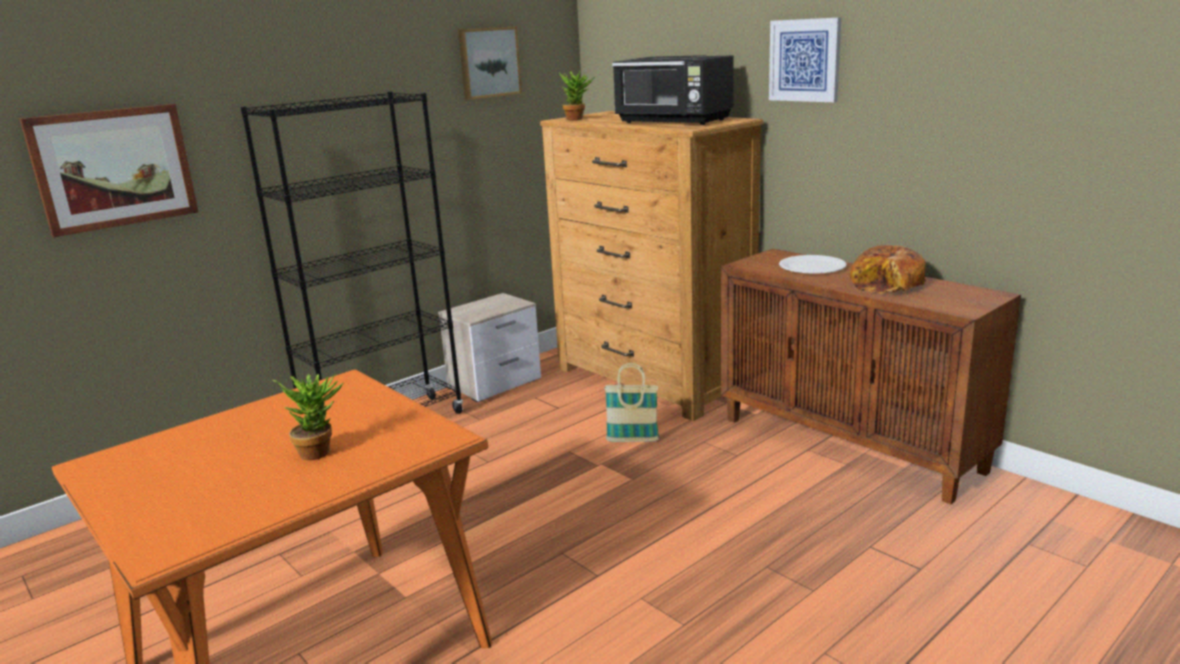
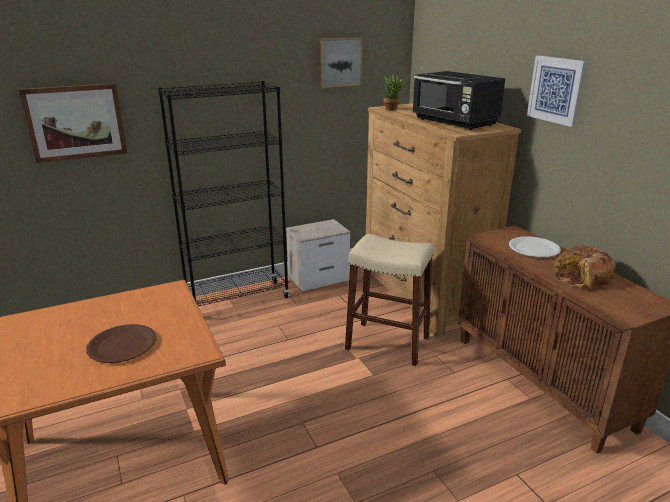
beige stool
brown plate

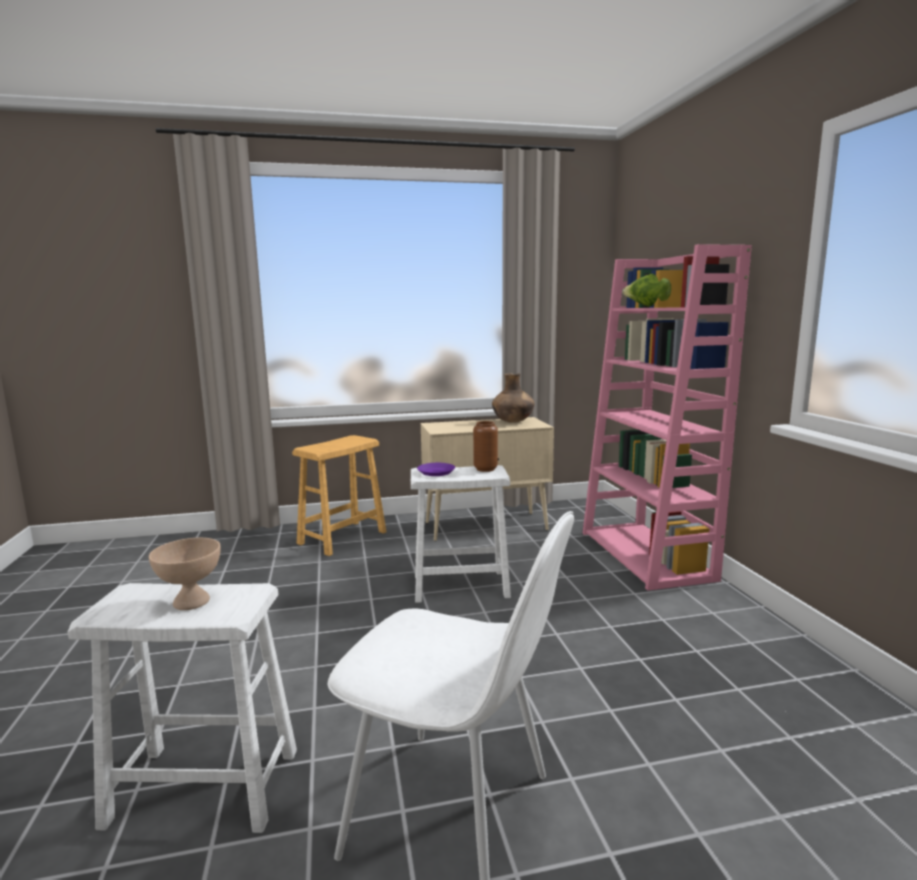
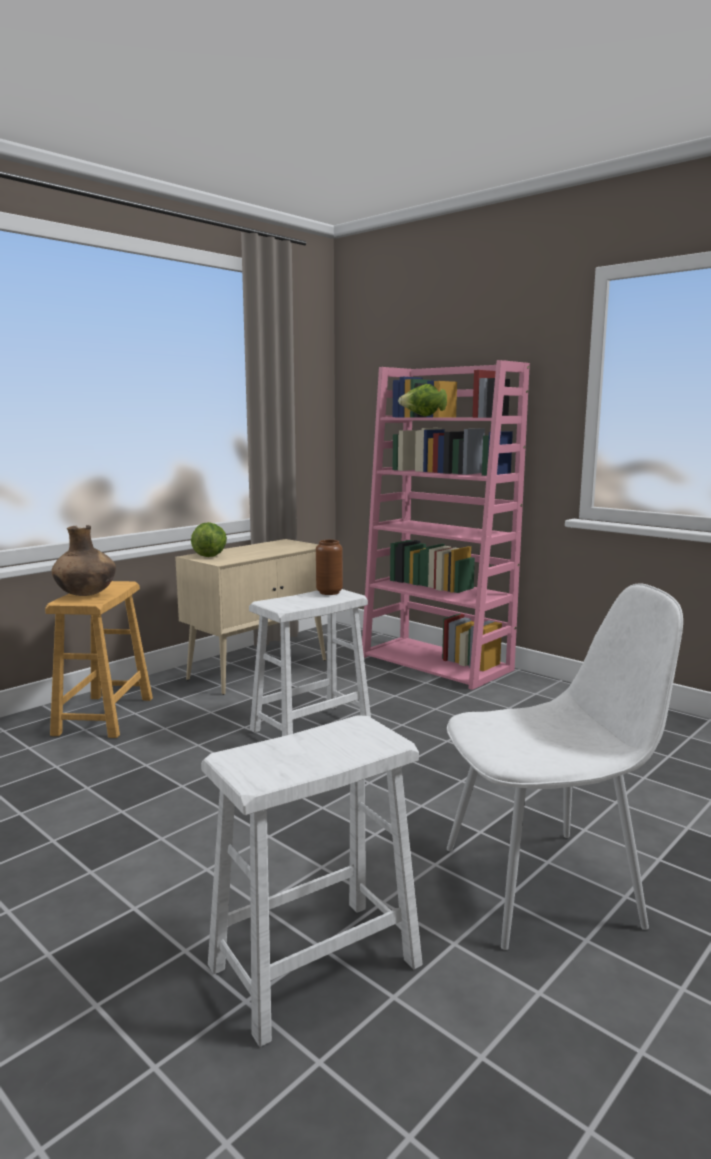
brown vase (1st from left)
purple plate
beige bowl
lettuce (1st from left)

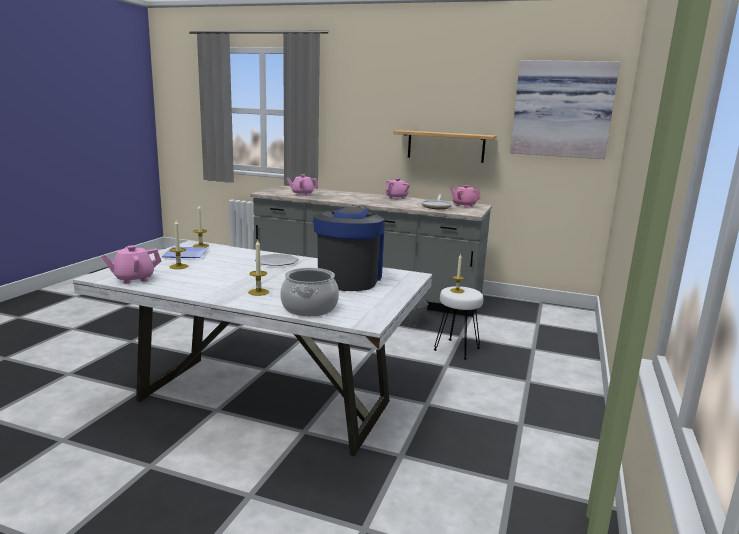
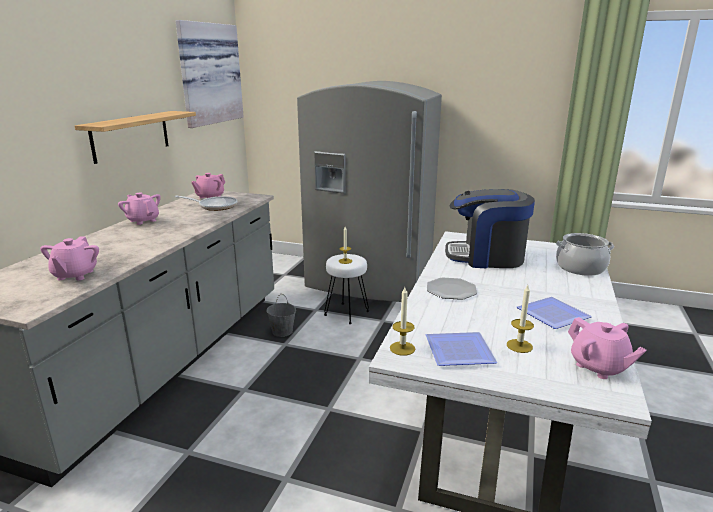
candle (3rd from left in the first image)
grey fridge
plate (3rd from left)

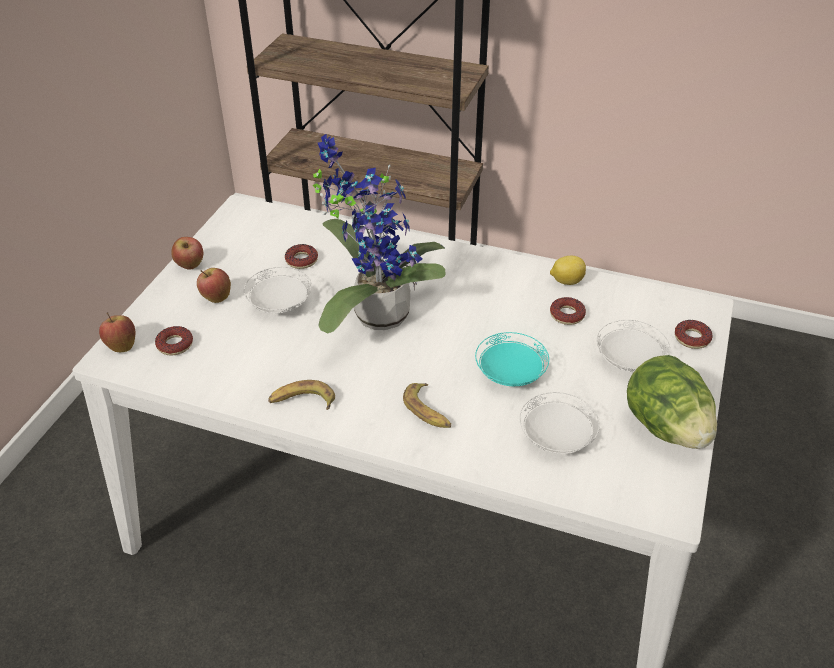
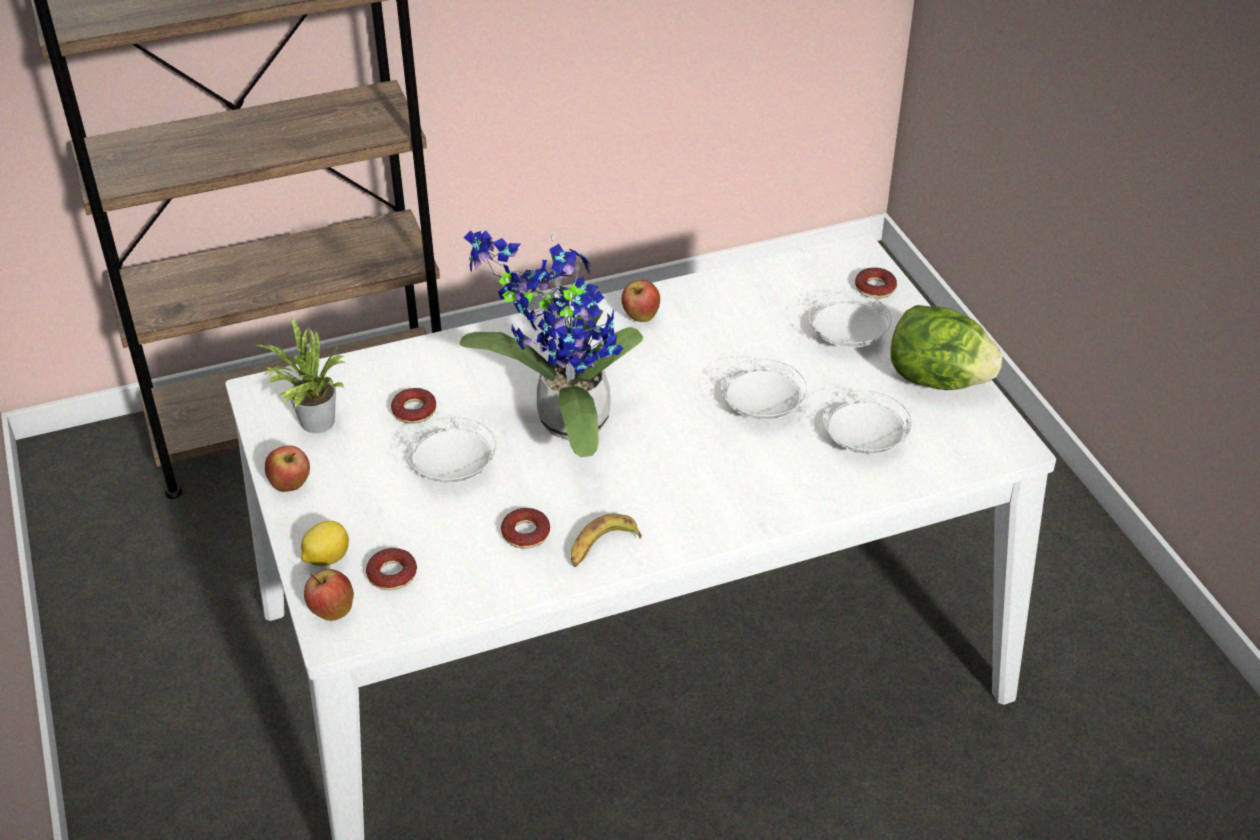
lemon
apple (3rd from left)
donut (3rd from left)
white plate (2nd from left)
banana (2nd from left in the first image)
potted plant (1st from left)

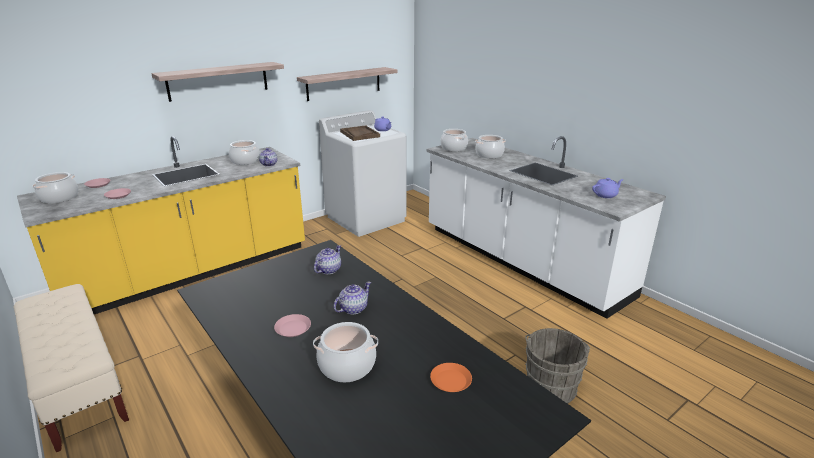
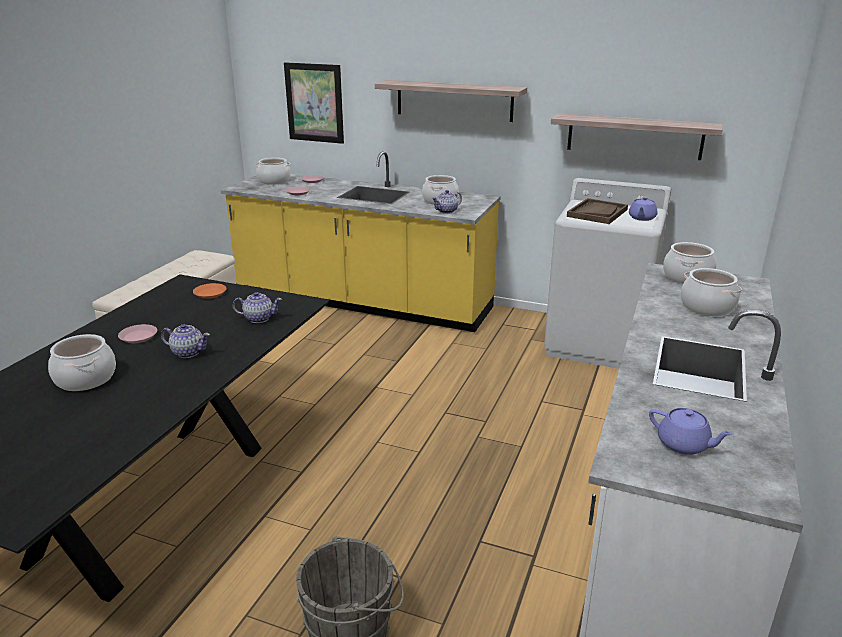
orange plate
picture

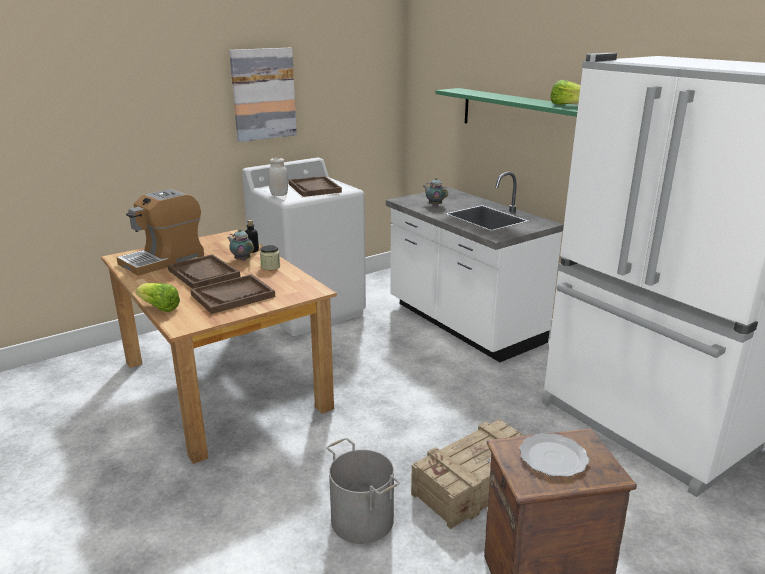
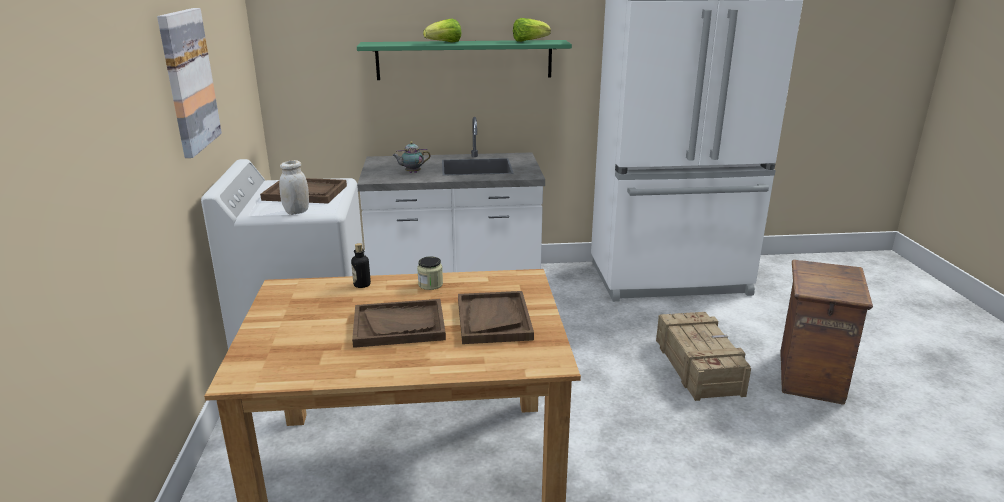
coffee machine
teapot (1st from left in the first image)
lettuce (1st from left)
plate
grey bucket

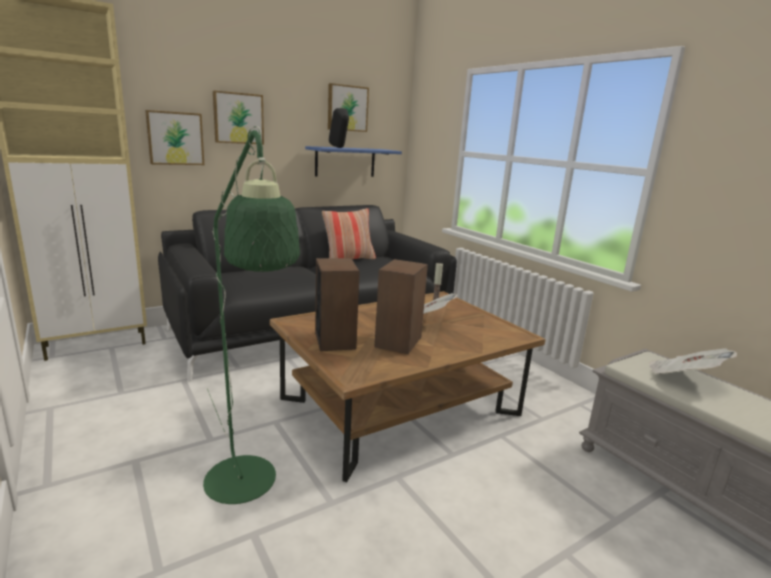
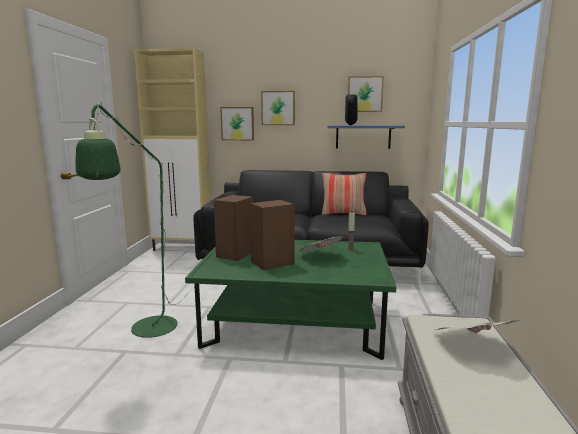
green coffee table

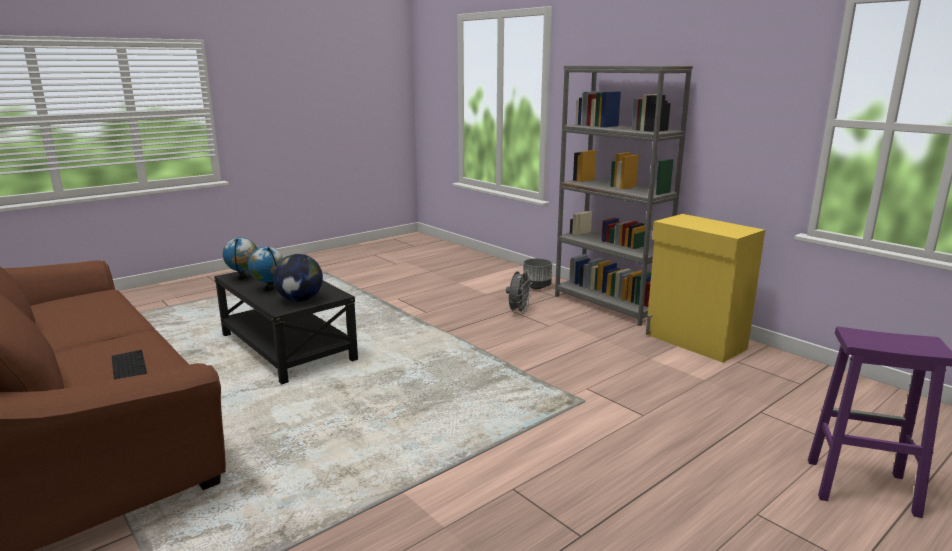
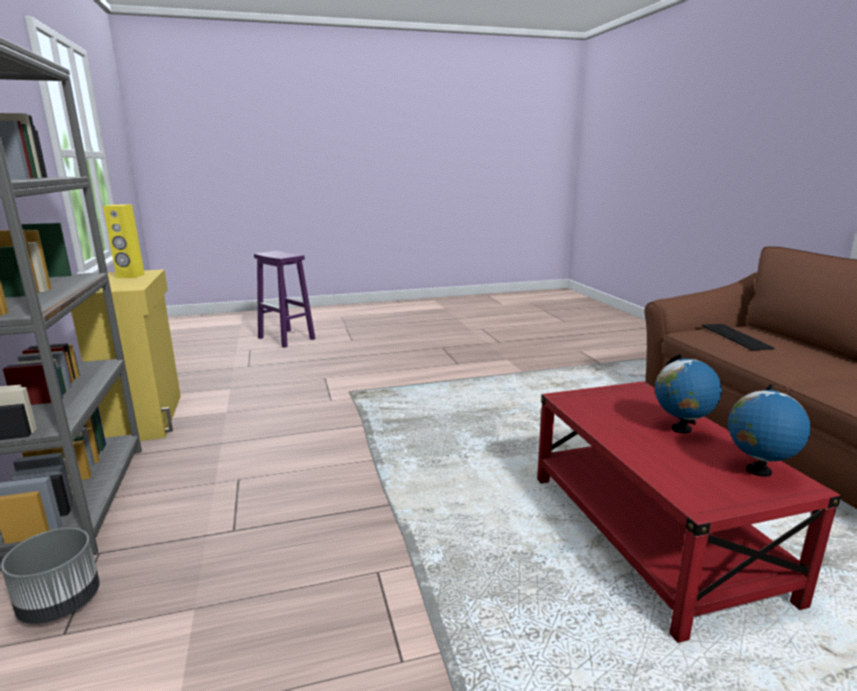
globe (3rd from left in the first image)
red coffee table
grey fan
yellow speaker

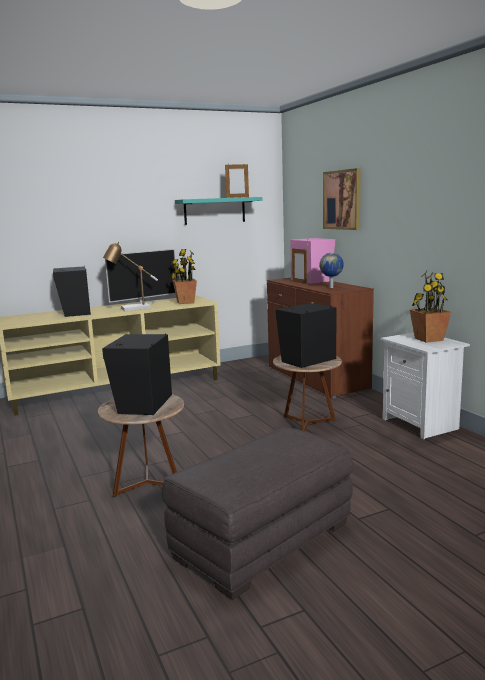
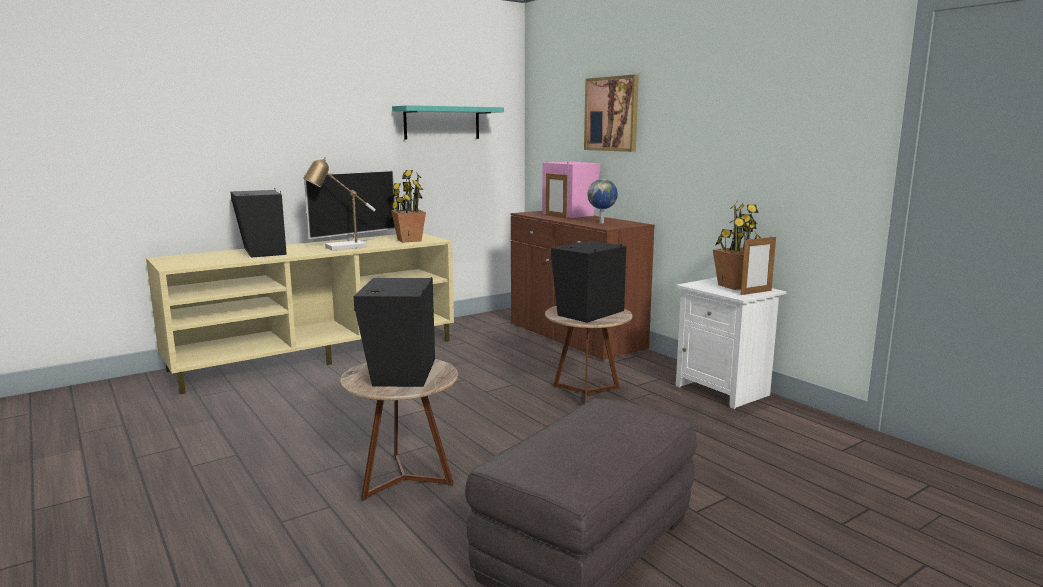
picture frame (2nd from left)

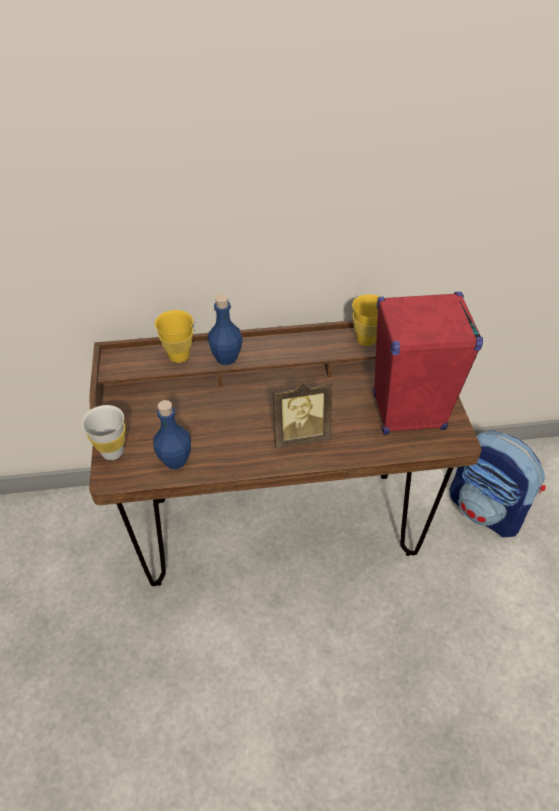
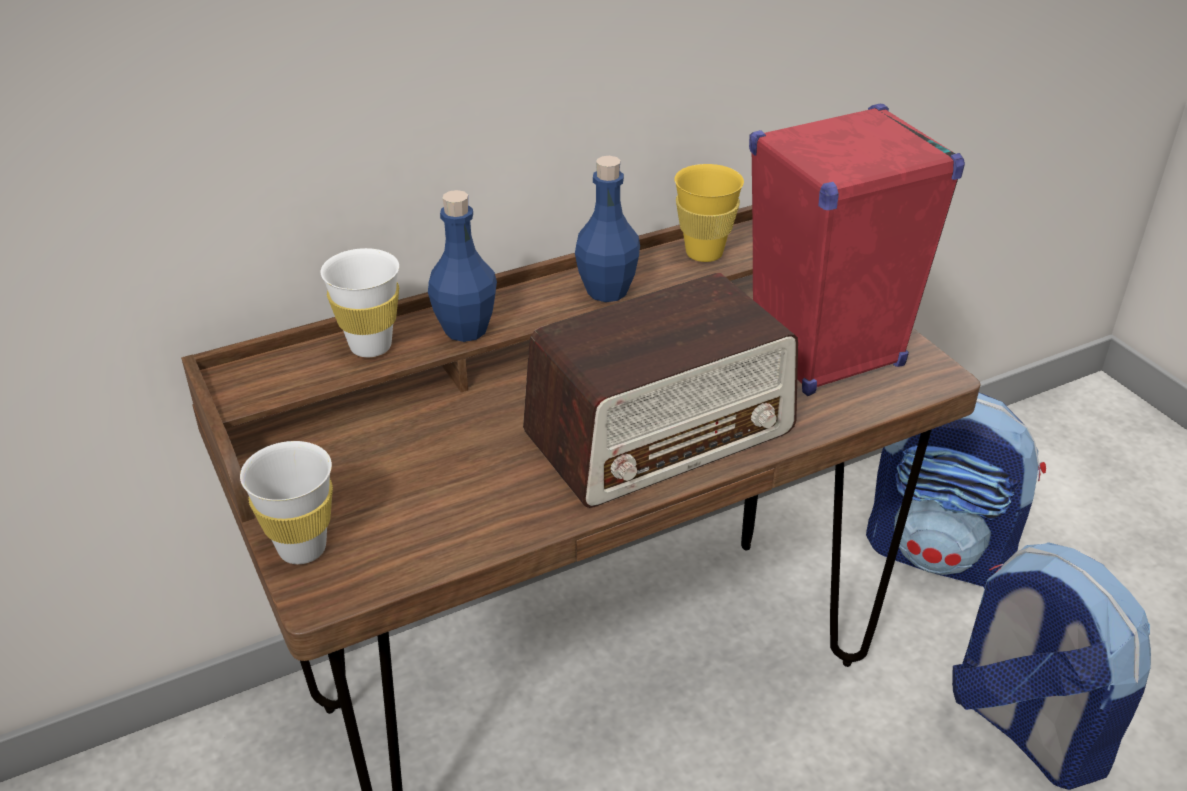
white cup (2nd from left)
radio
blue bottle (2nd from left)
backpack (2nd from left)

